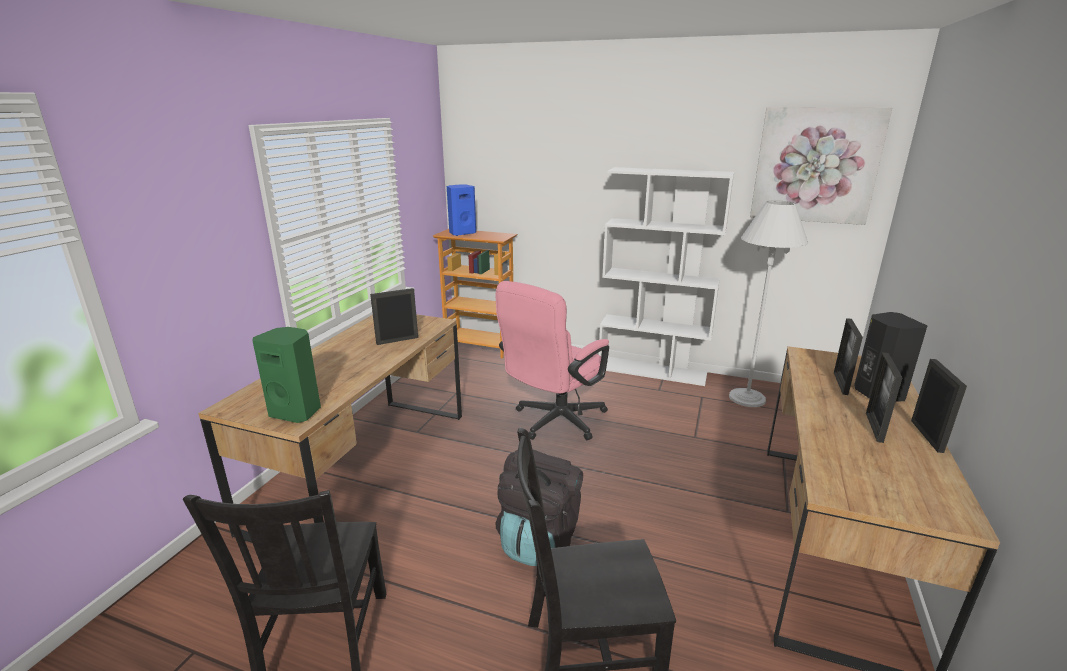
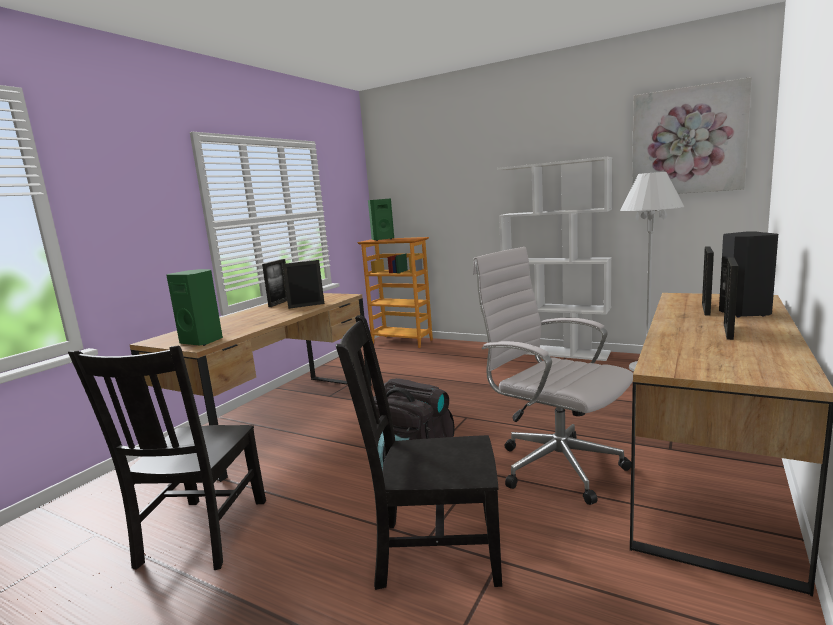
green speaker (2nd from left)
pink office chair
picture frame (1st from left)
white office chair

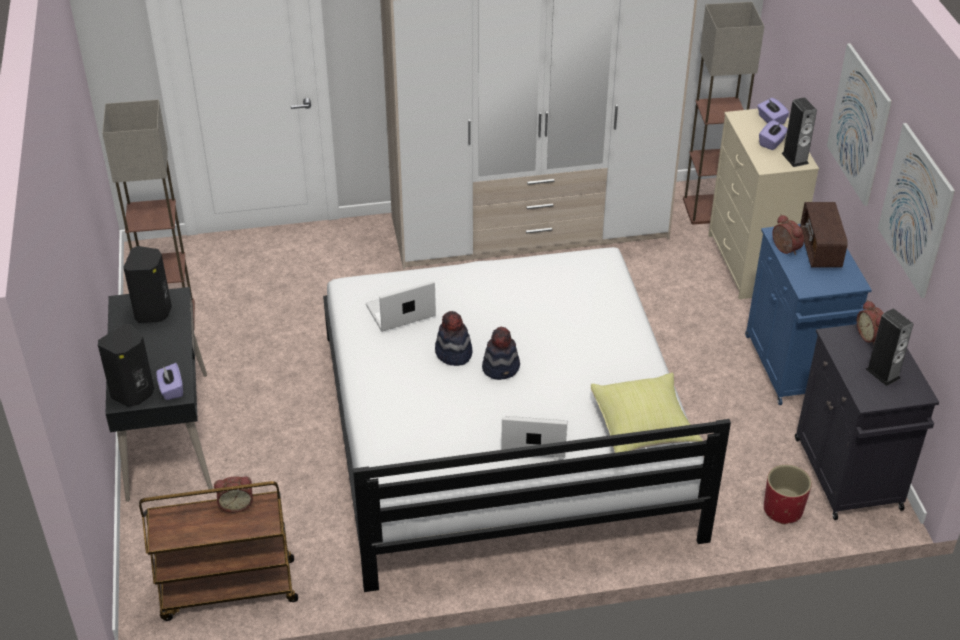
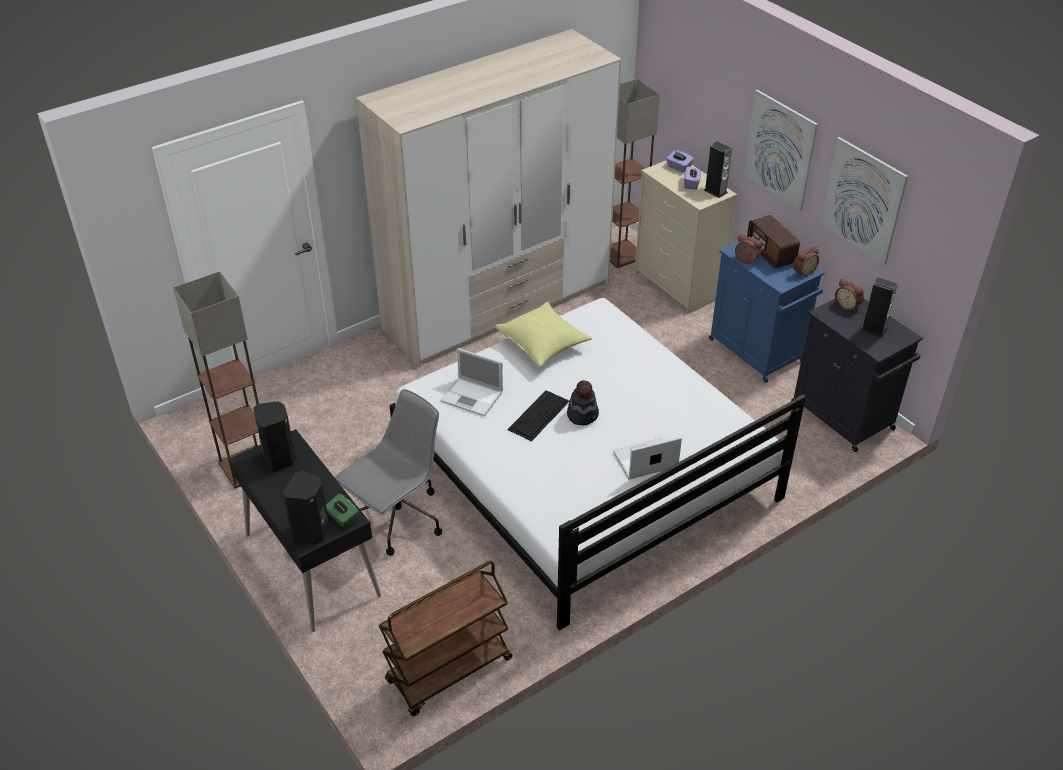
laptop (1st from left)
keyboard
green tissue box
yellow pillow
red planter
alarm clock (2nd from left)
grey office chair

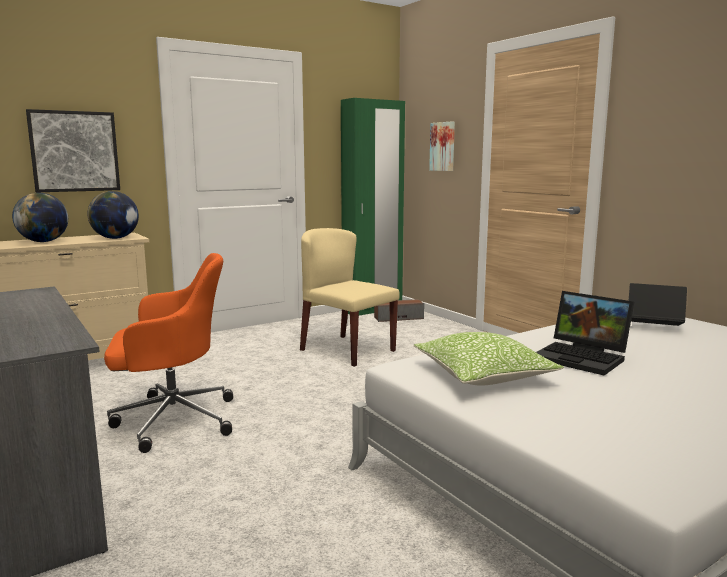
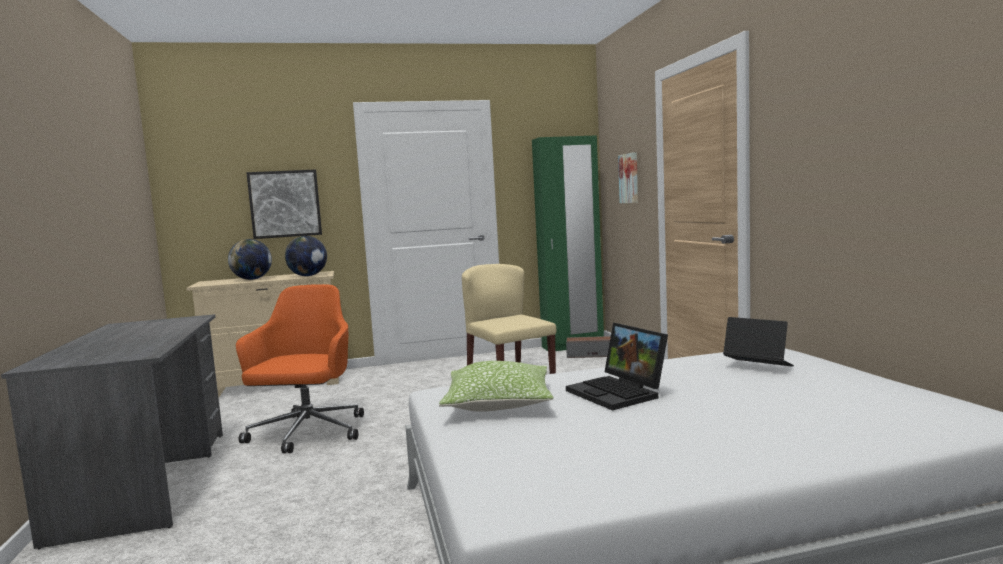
orange office chair

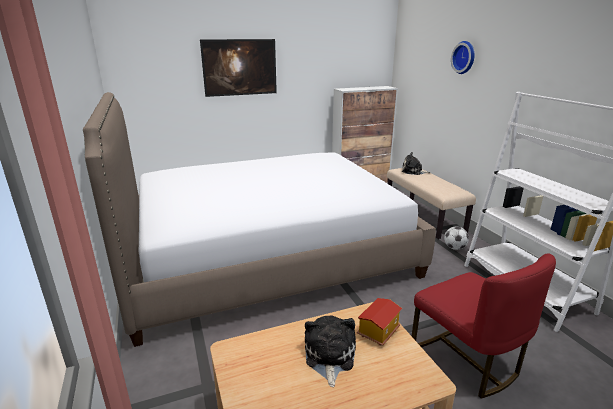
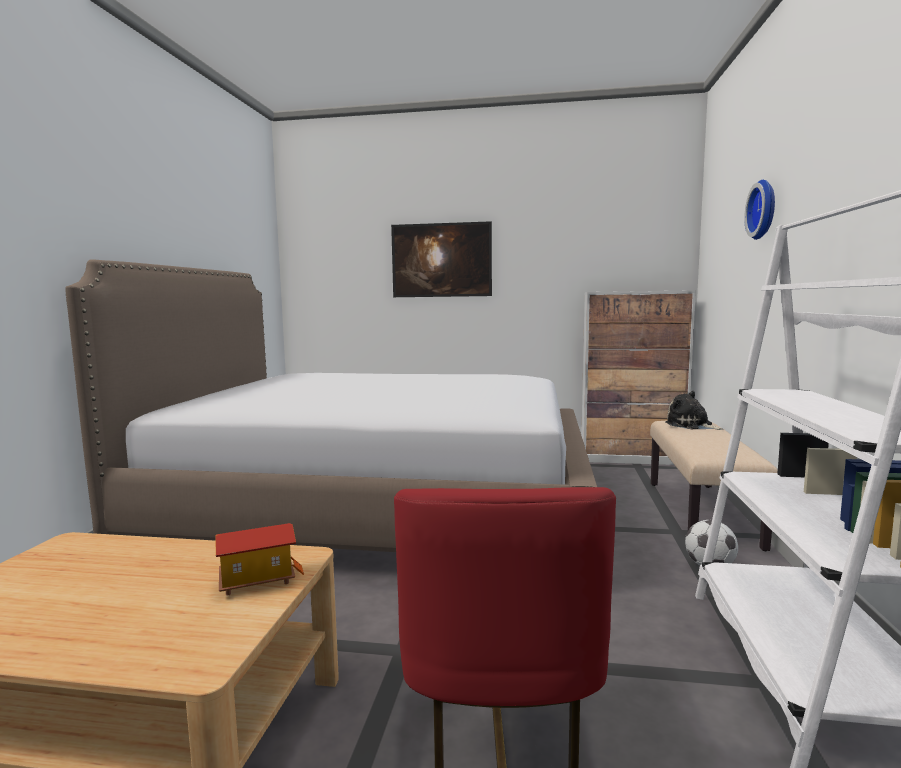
plush toy (1st from left in the first image)

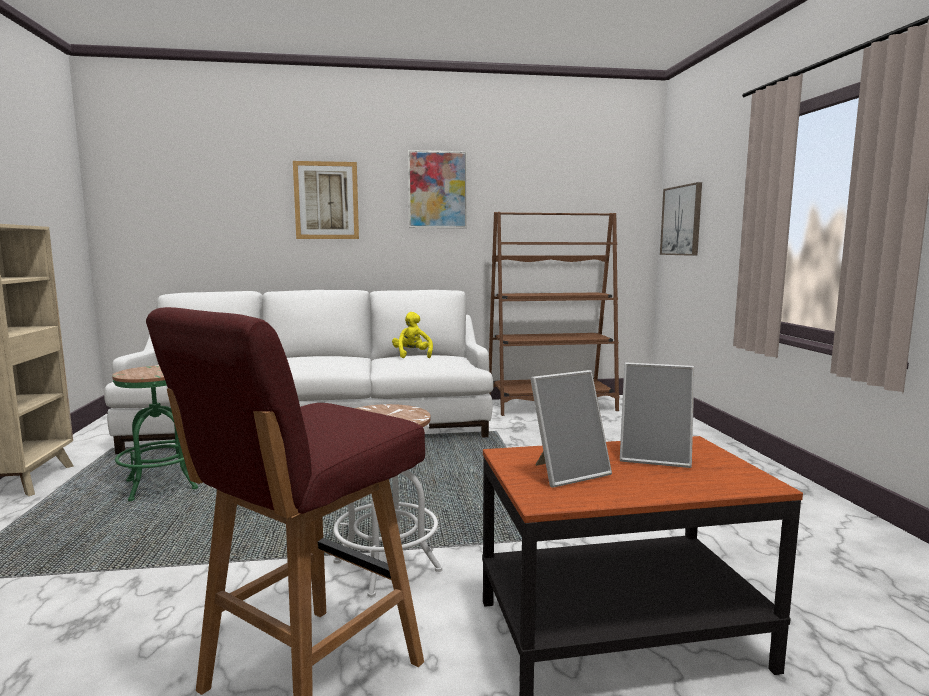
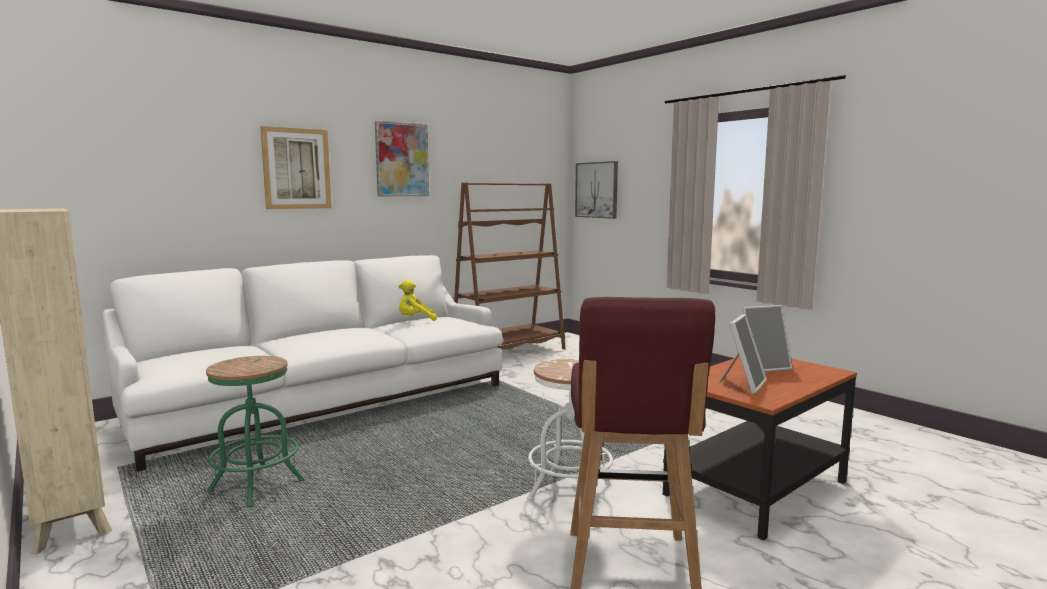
yellow plush toy

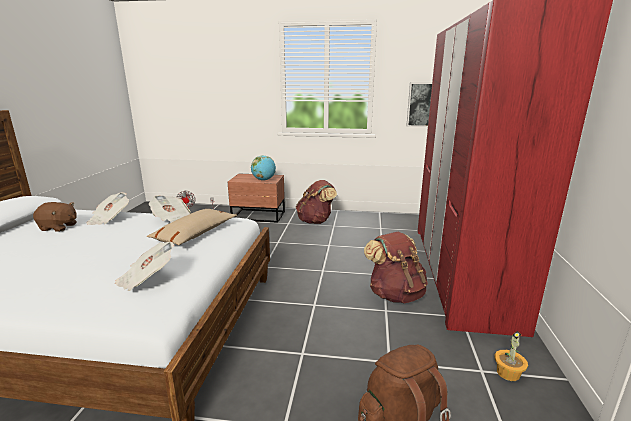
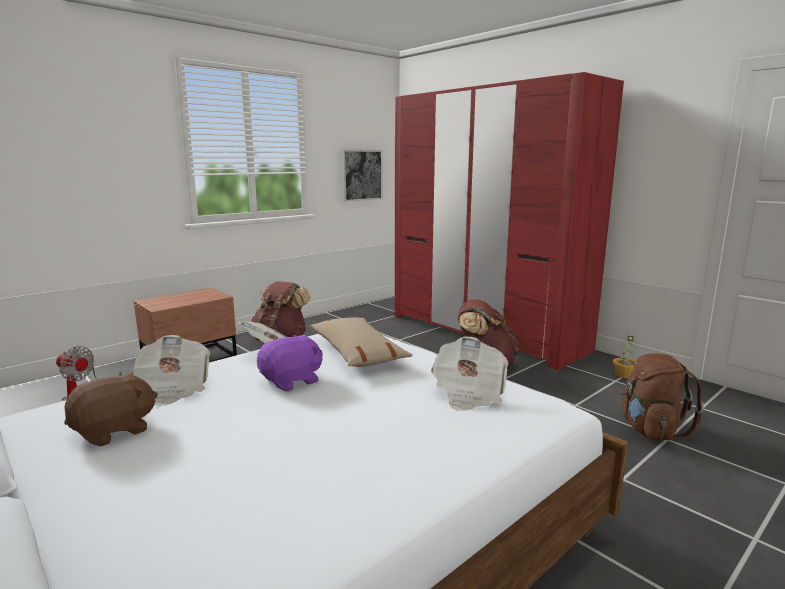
globe
purple plush toy

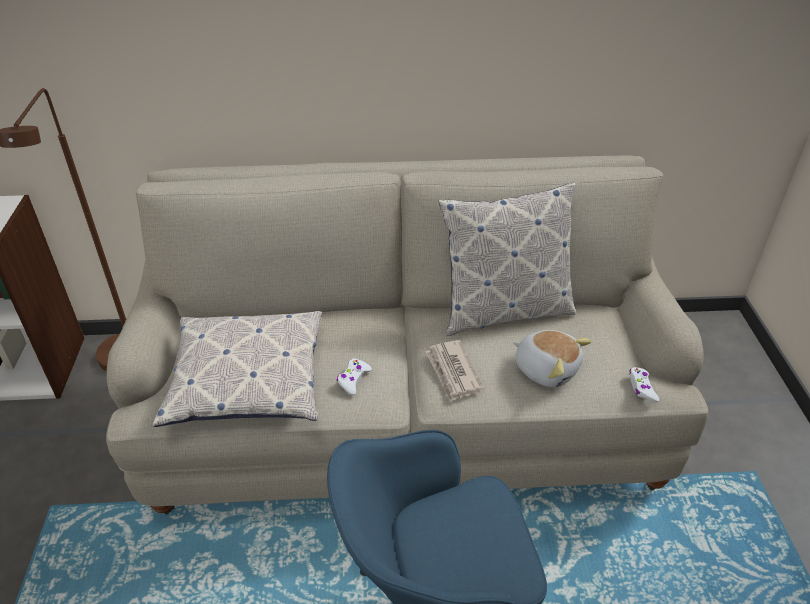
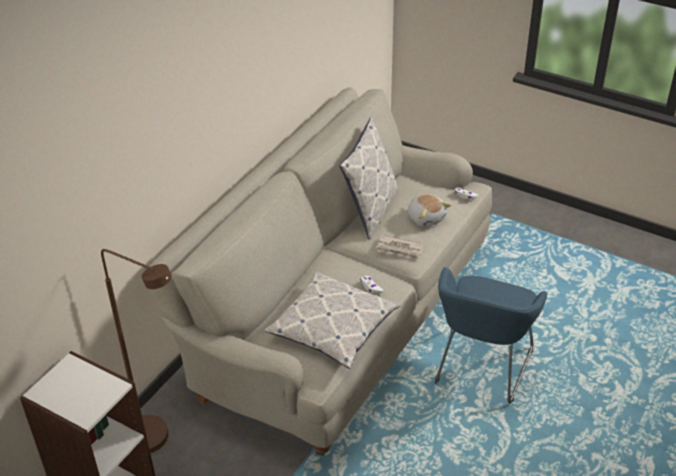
plush toy

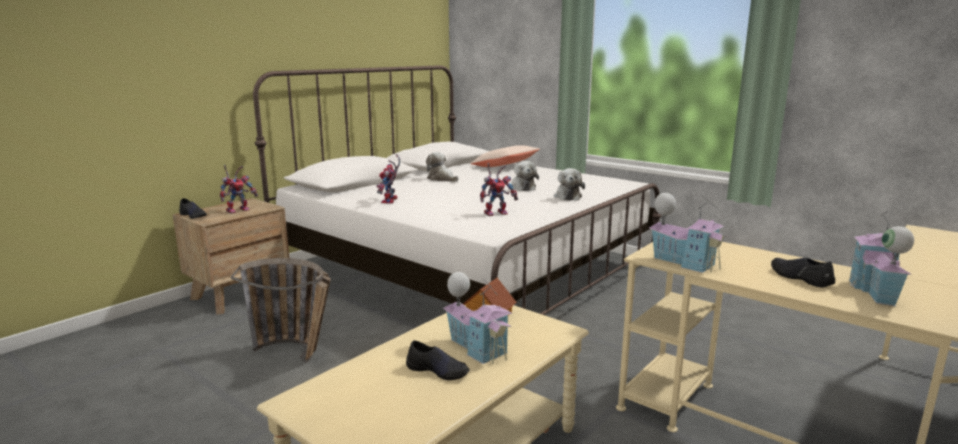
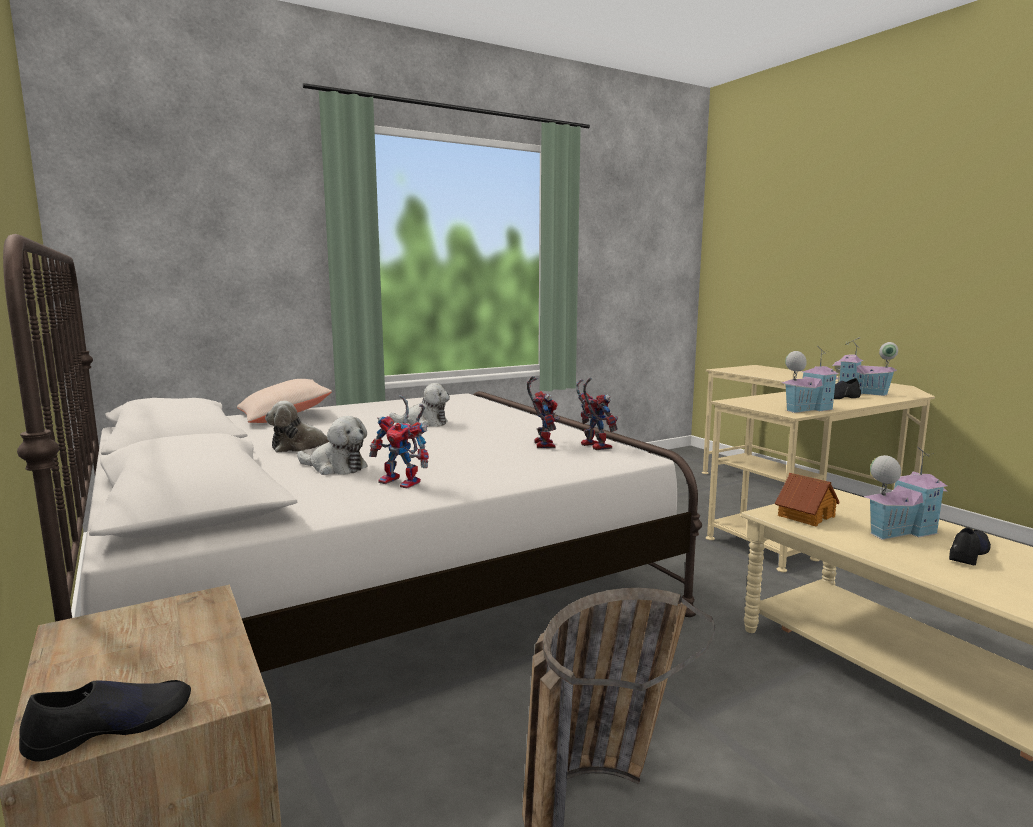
toy robot (3rd from left)
plush toy (2nd from left)

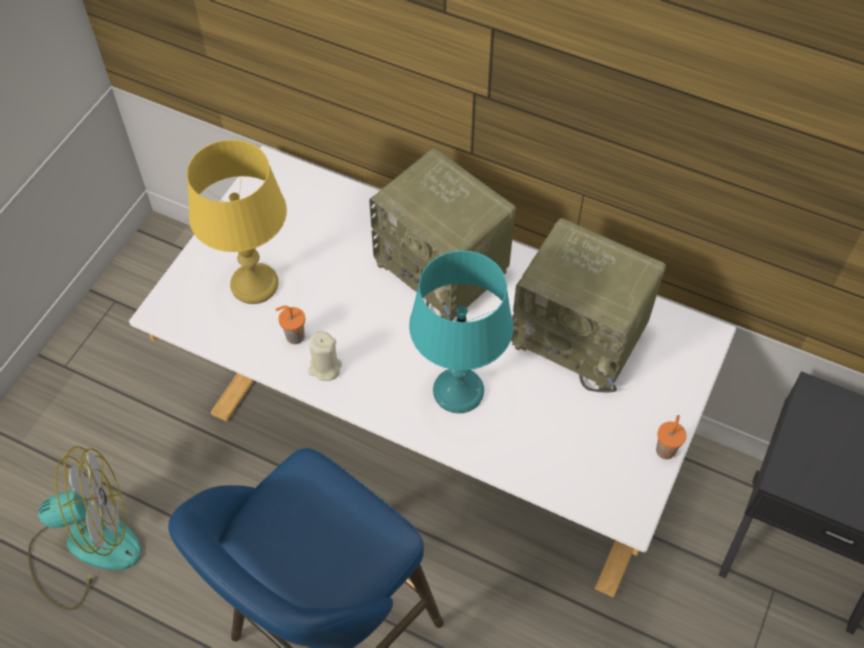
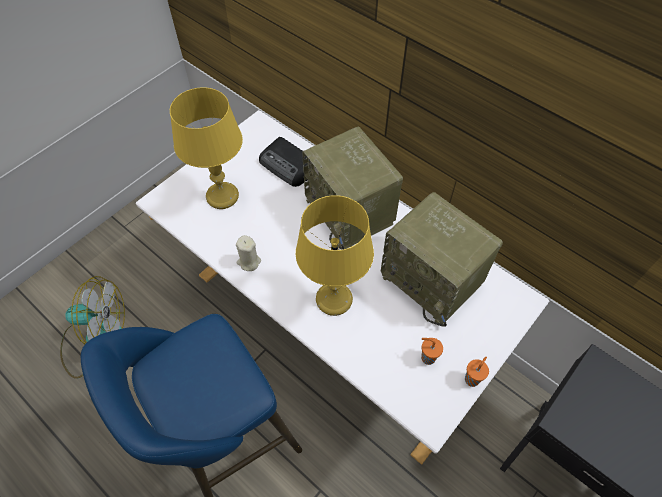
yellow table lamp (2nd from left)
orange cup (1st from left)
radio (1st from left)

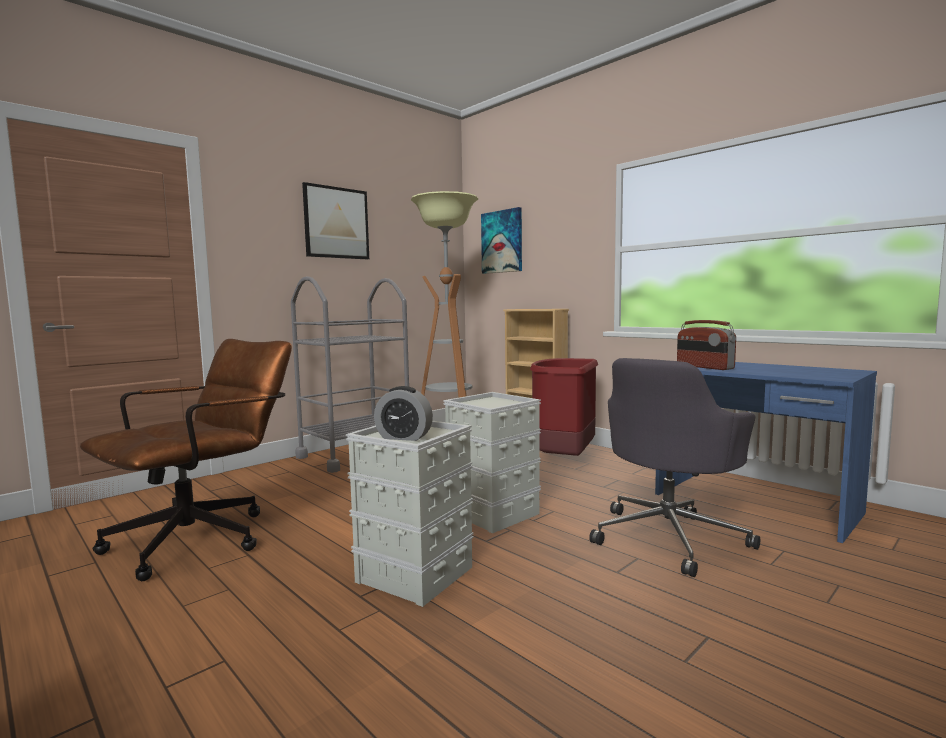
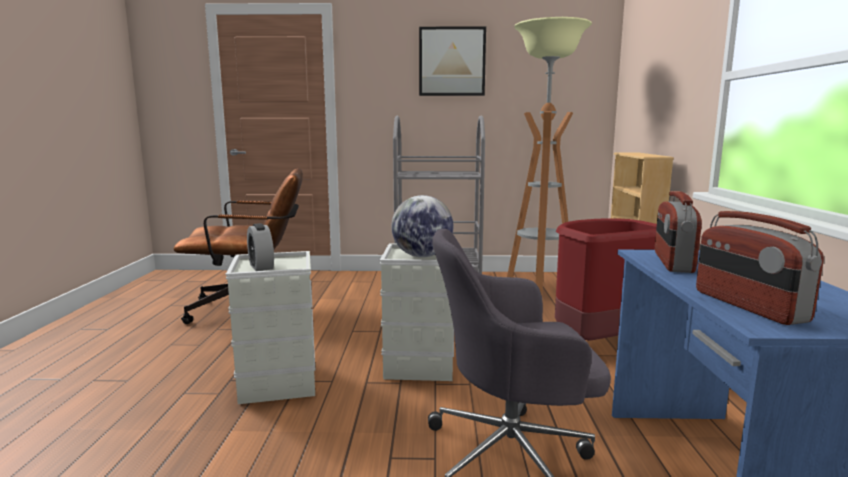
picture (2nd from left in the first image)
globe
radio (2nd from left)

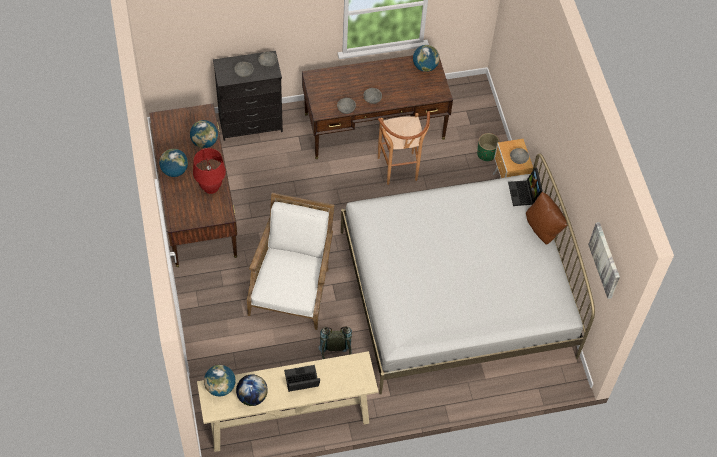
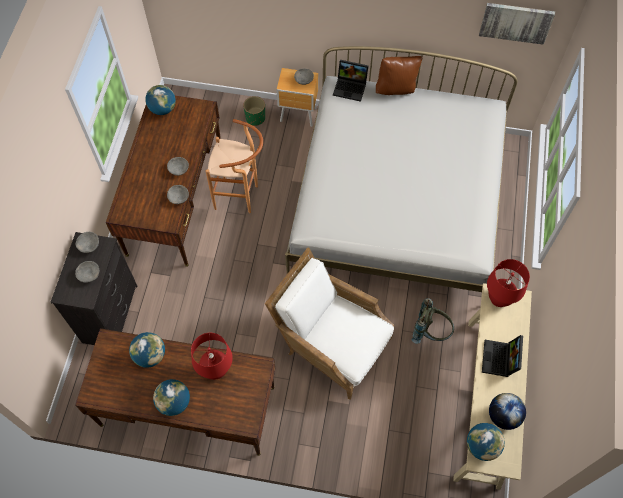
red table lamp (2nd from left)

